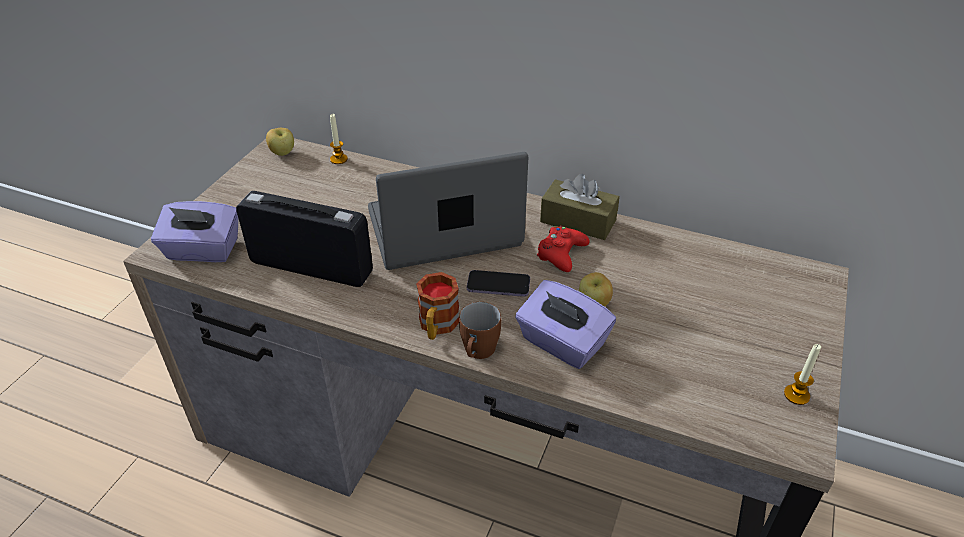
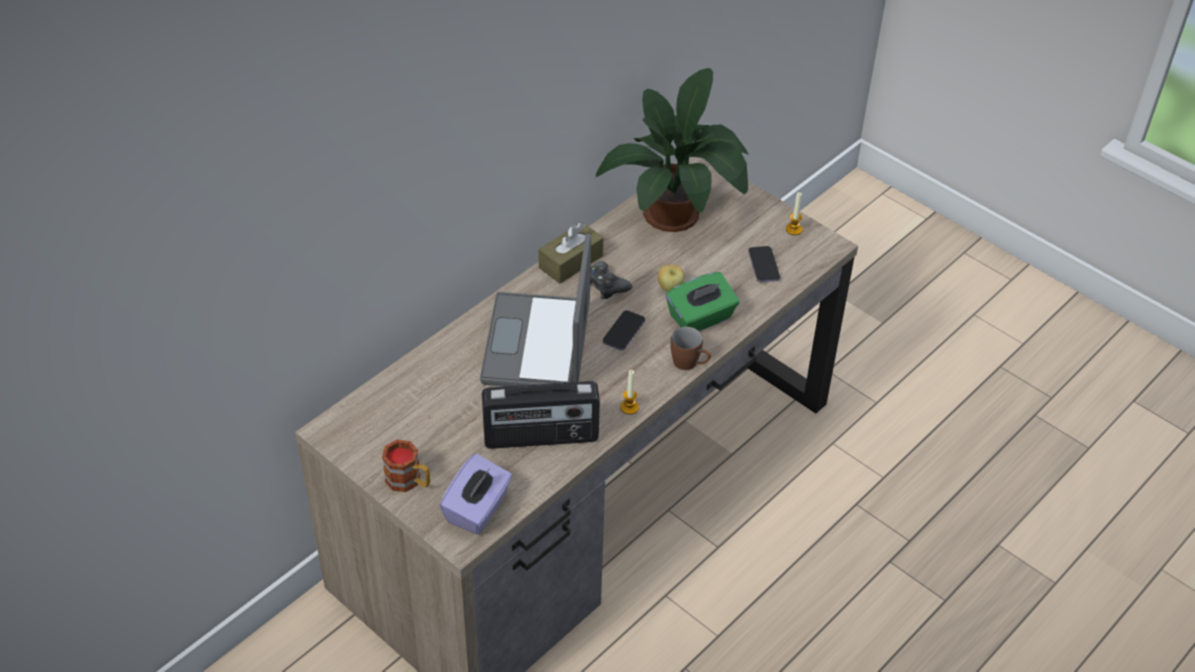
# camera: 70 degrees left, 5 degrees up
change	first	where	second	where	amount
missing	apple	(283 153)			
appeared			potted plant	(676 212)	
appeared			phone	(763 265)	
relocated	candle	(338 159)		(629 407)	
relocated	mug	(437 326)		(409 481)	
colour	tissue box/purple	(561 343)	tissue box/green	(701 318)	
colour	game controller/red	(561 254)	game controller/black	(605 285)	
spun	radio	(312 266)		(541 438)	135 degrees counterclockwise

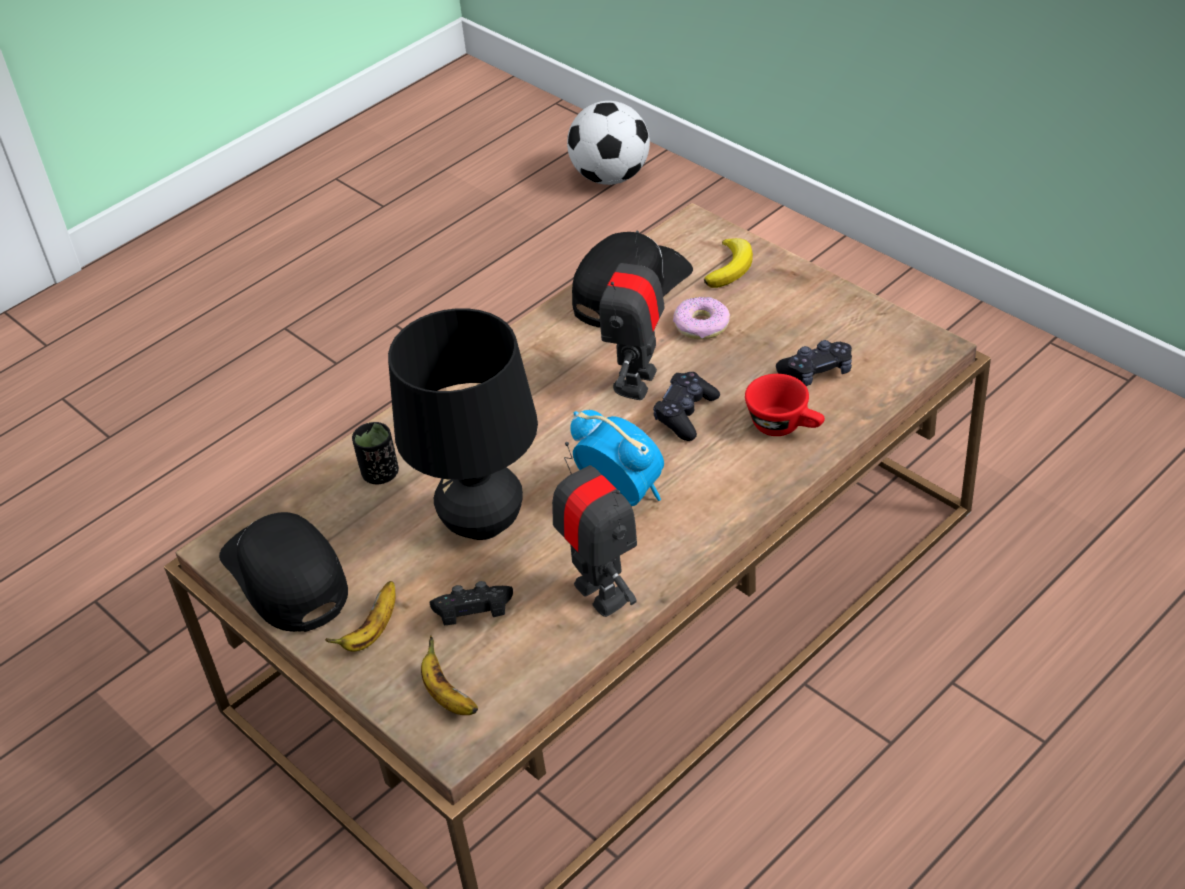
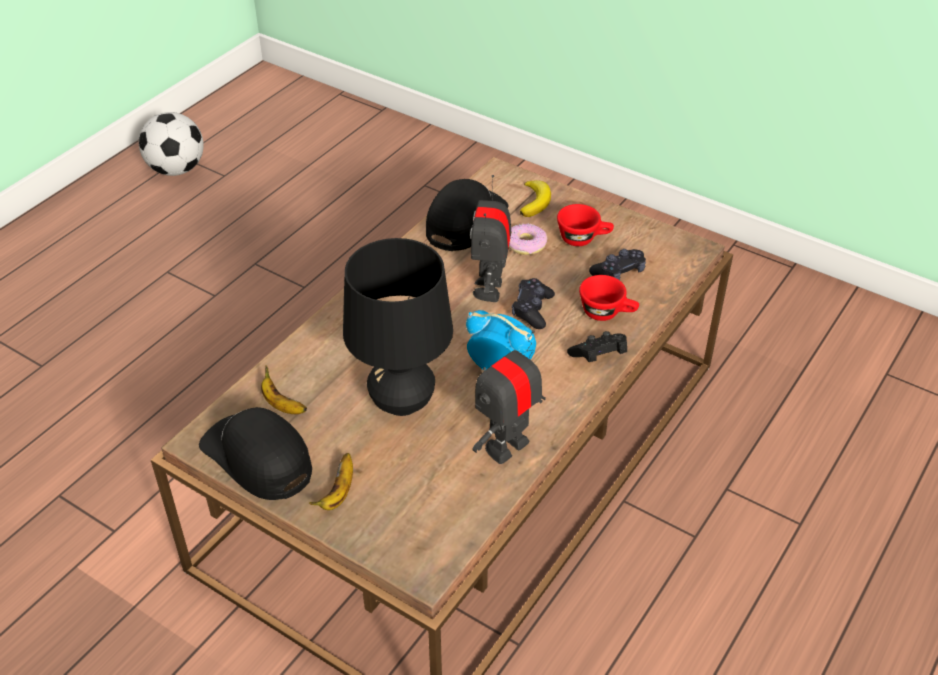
# camera: 15 degrees left, 0 degrees up
change	first	where	second	where	amount
missing	cup/black	(380 474)			
appeared			cup/red	(583 238)	
relocated	banana	(447 696)		(281 405)	
relocated	game controller/black	(474 615)		(599 356)	
relocated	football	(611 177)		(176 169)	
spun	toy robot	(601 593)		(507 446)	90 degrees counterclockwise

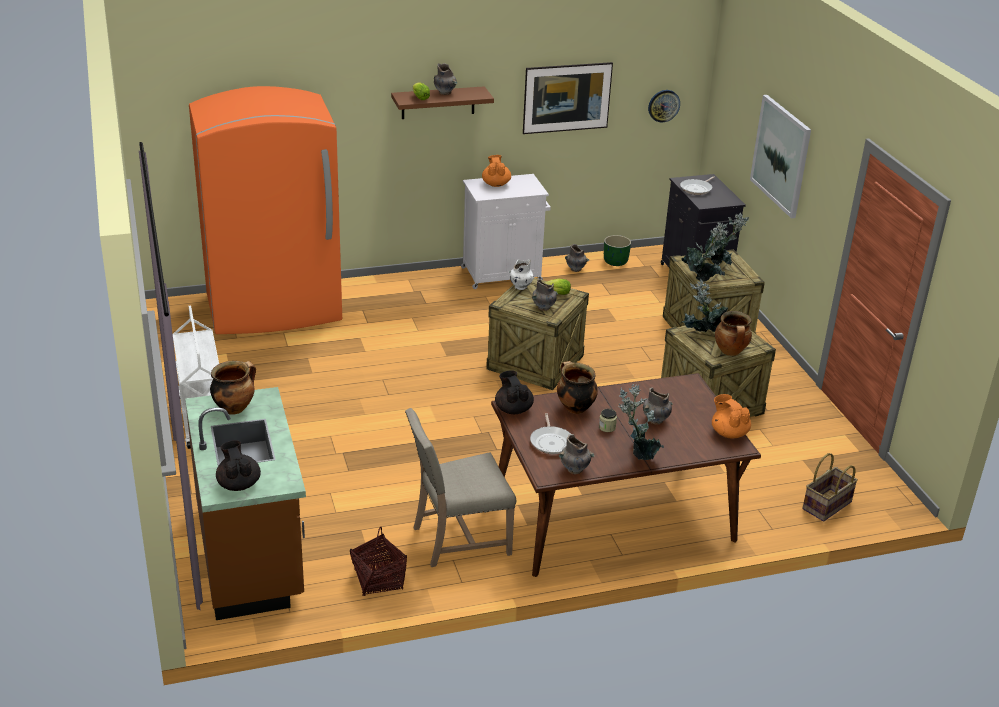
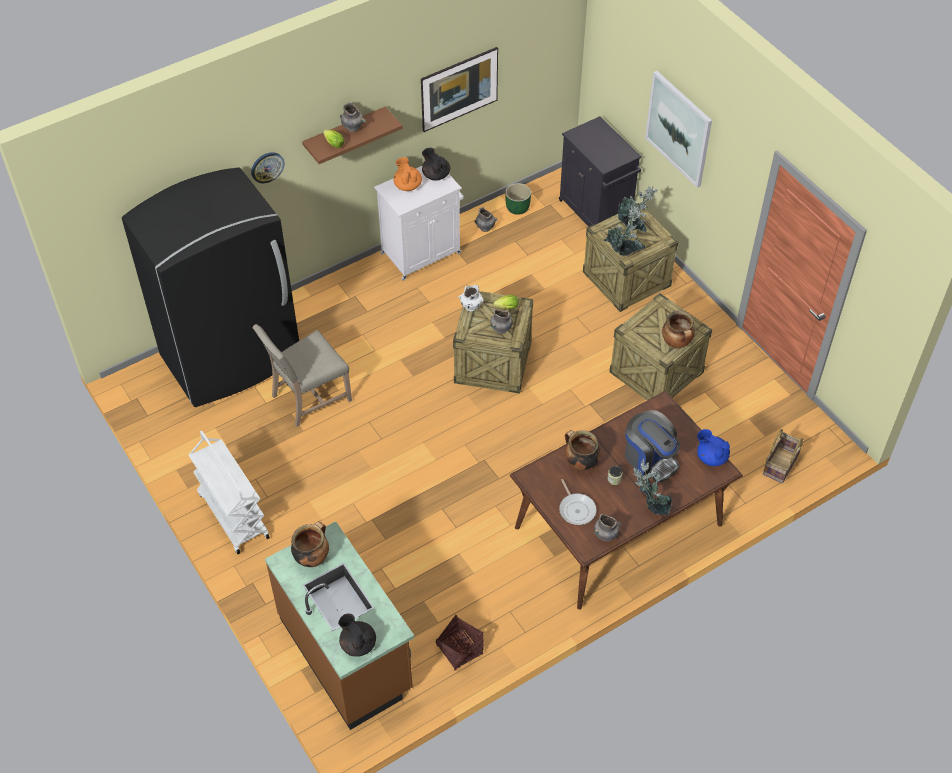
# camera: 15 degrees left, 20 degrees up
change	first	where	second	where	amount
missing	frying pan	(697 189)			
missing	potted plant	(702 334)			
relocated	chair/beige	(458 540)		(308 398)	
relocated	teapot/black	(513 409)		(435 175)	
relocated	wall clock	(663 105)		(267 167)	
exchanged	vase/grey	(656 420)	coffee machine	(650 459)	
colour	fridge/orange	(274 309)	fridge/black	(232 358)	
colour	teapot/orange	(729 433)	teapot/blue	(711 457)	

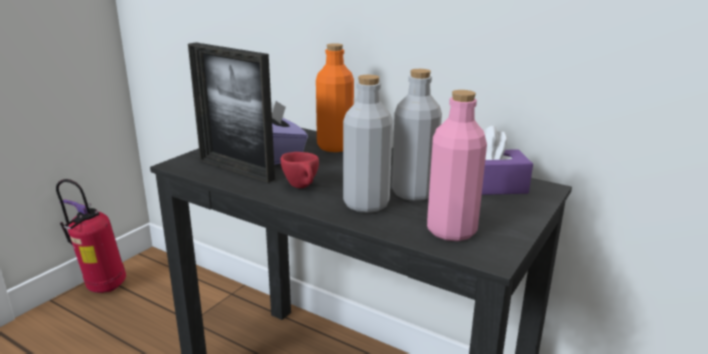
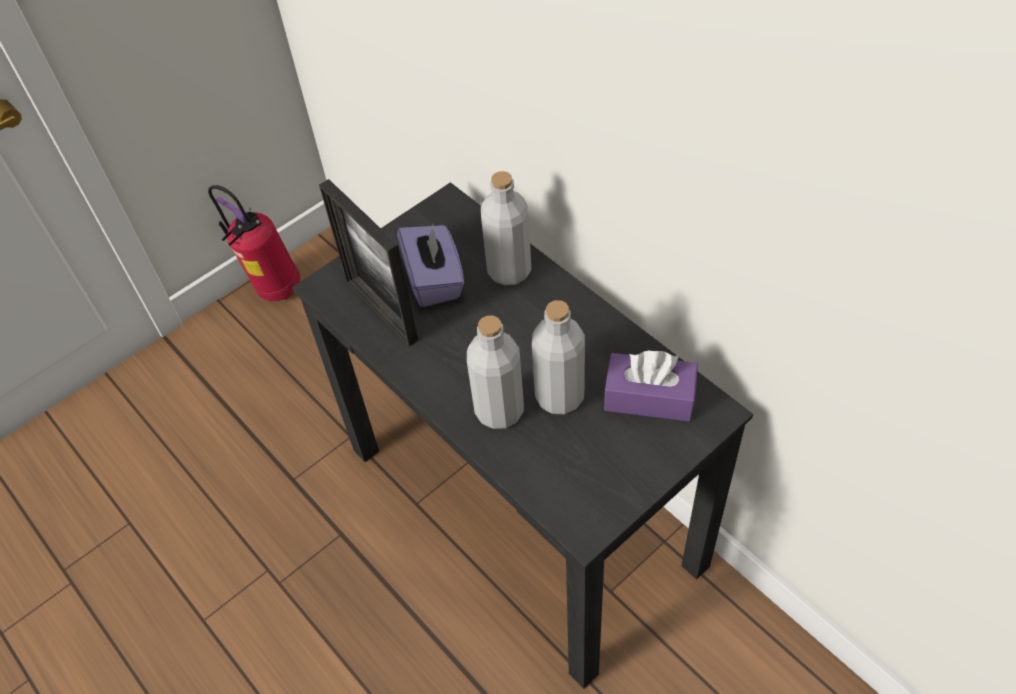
# camera: 20 degrees right, 30 degrees up
change	first	where	second	where	amount
missing	cup/red	(303 187)			
missing	bottle/pink	(451 230)			
colour	bottle/orange	(335 147)	bottle/grey	(509 270)	

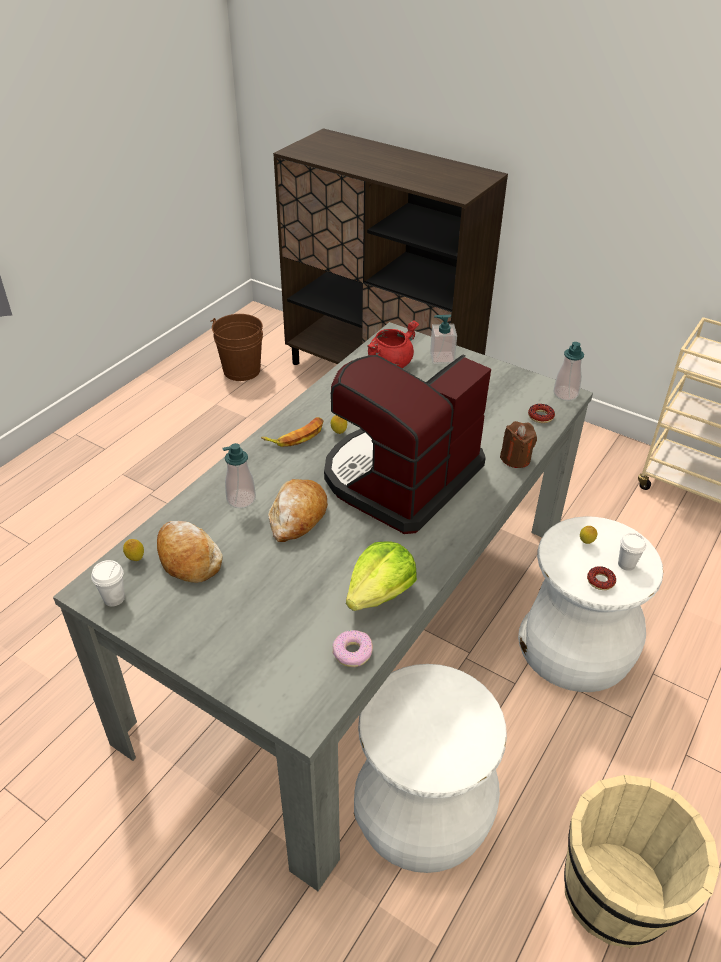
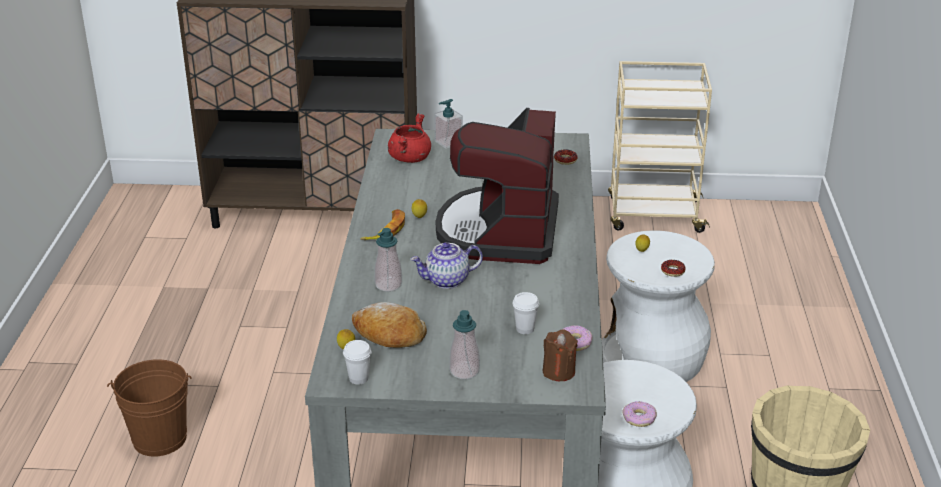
# camera: 30 degrees left, 10 degrees down
change	first	where	second	where	amount
missing	lettuce	(380 593)			
appeared			donut	(639 418)	
relocated	bucket/brown	(241 370)		(159 439)	
relocated	candle/brown	(515 458)		(558 371)	
relocated	soap dispenser	(565 394)		(464 371)	
relocated	cup/white	(626 564)		(525 329)	
exchanged	bread	(297 516)	teapot	(447 281)	

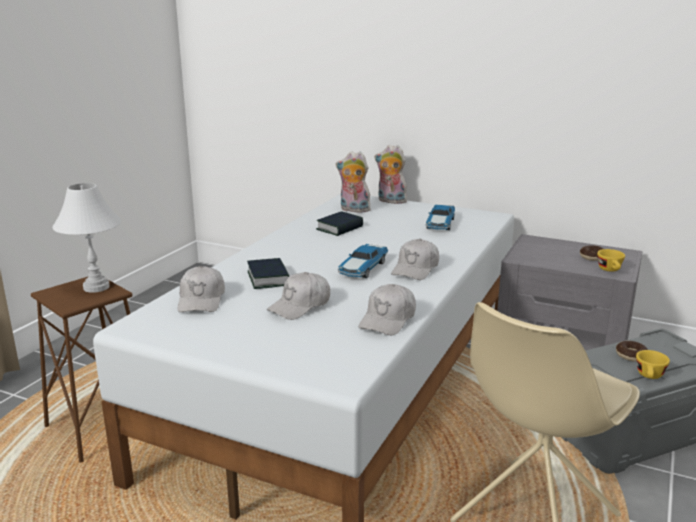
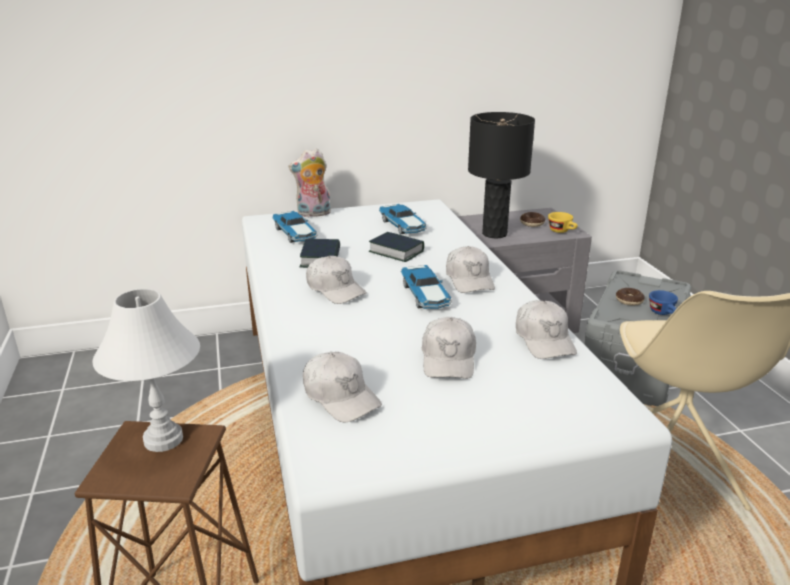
# camera: 40 degrees left, 5 degrees up
change	first	where	second	where	amount
appeared			cap/white	(335 289)	
appeared			table lamp/black	(494 233)	
relocated	book	(268 278)		(396 251)	
exchanged	plush toy	(353 210)	toy car	(295 234)	
colour	cup/yellow	(650 377)	cup/blue	(663 313)	

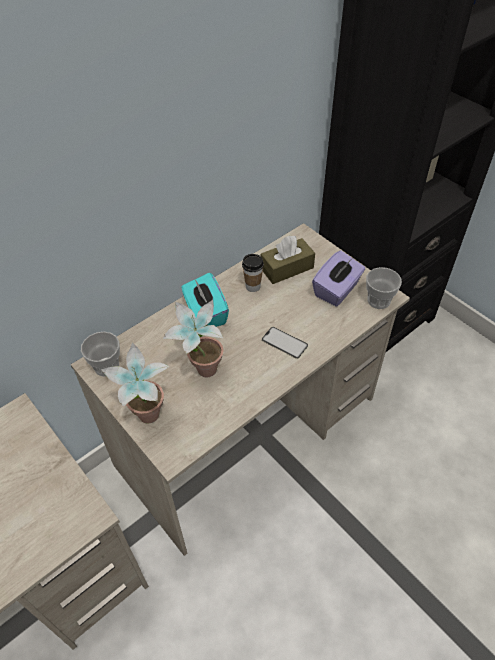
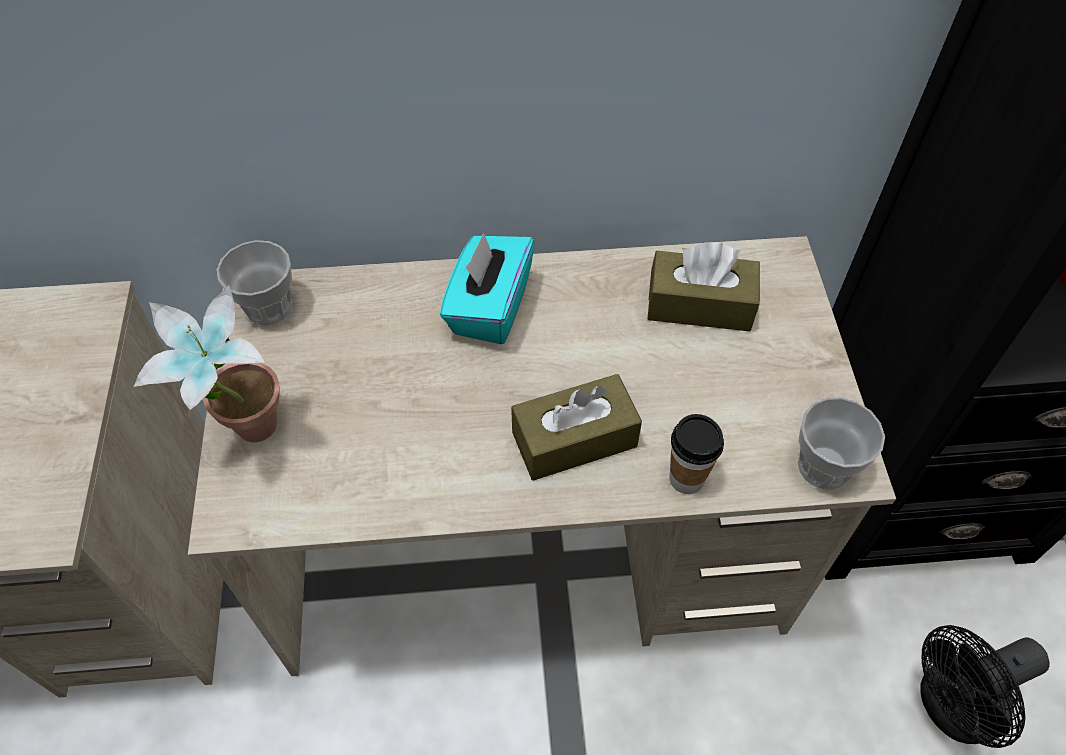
# camera: 35 degrees right, 5 degrees up
change	first	where	second	where	amount
missing	potted plant	(201 374)			
missing	tissue box/purple	(337 290)			
appeared			fan/black	(950 708)	
relocated	cup	(253 286)		(686 478)	
exchanged	phone	(284 342)	tissue box/brown	(574 439)	

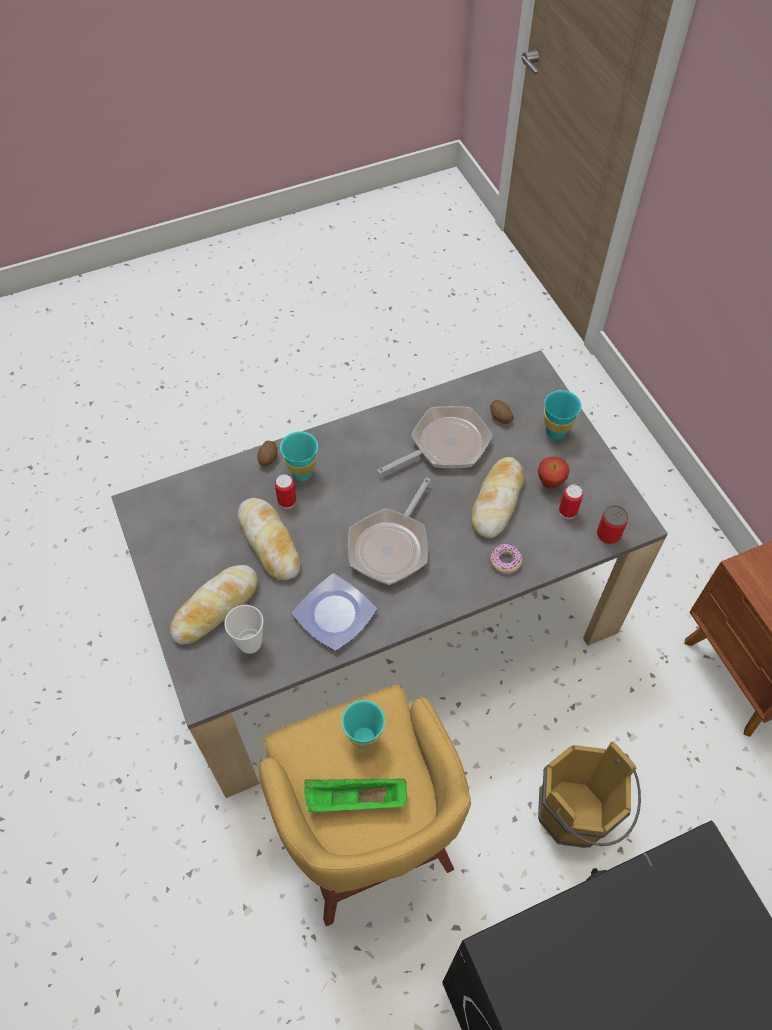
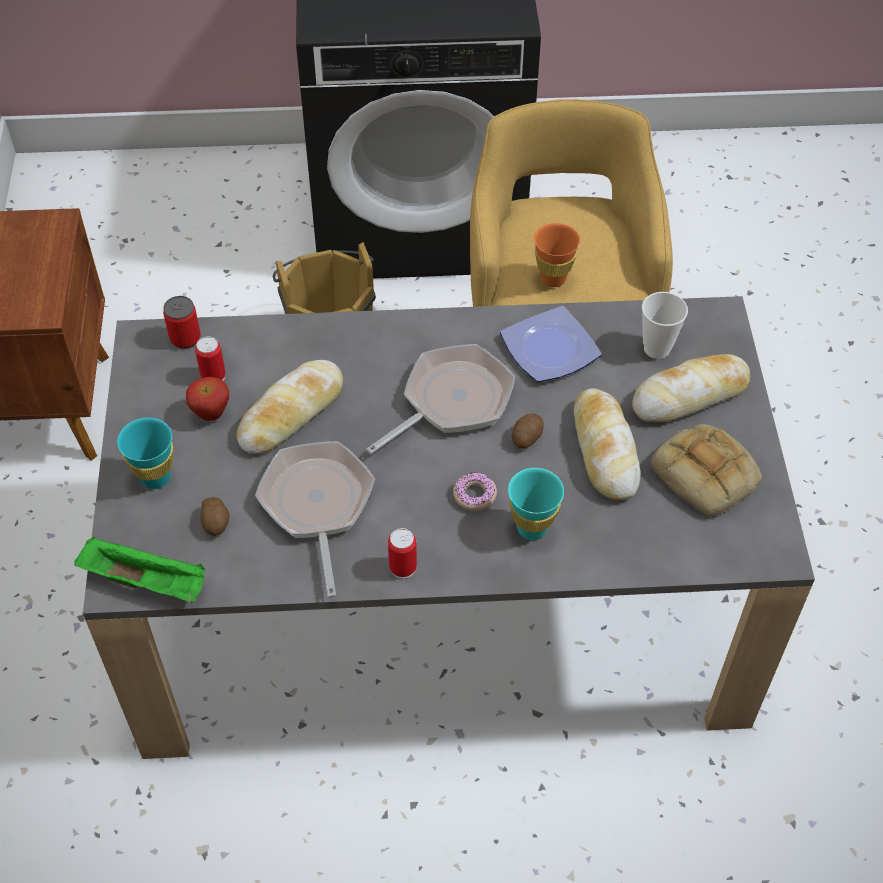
# camera: 160 degrees left, 5 degrees down
change	first	where	second	where	amount
appeared			bread	(707 475)	
relocated	potato	(268 458)		(526 437)	
relocated	can	(287 501)		(403 567)	
relocated	tray/green	(354 799)		(147 581)	
relocated	donut	(505 561)		(474 495)	
colour	cup/turquoise	(364 738)	cup/orange	(553 278)	
spun	frying pan	(444 445)		(317 506)	90 degrees clockwise

